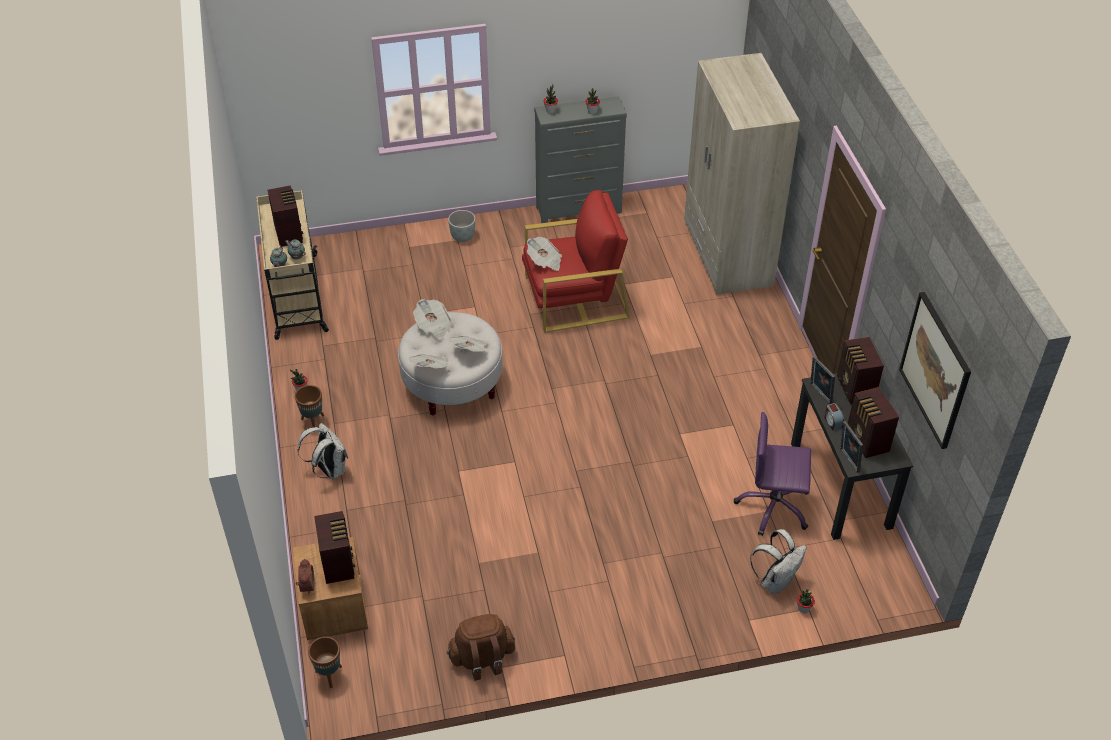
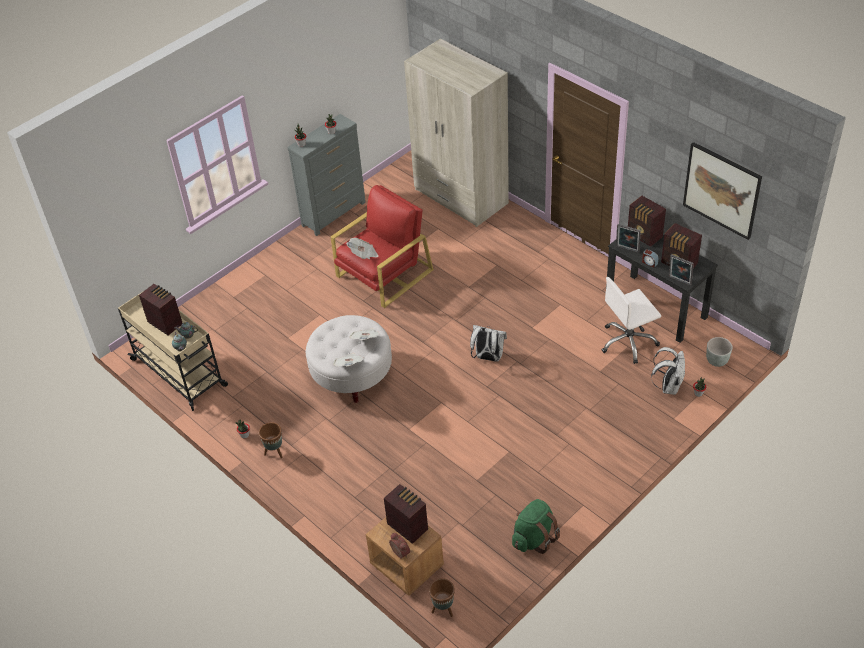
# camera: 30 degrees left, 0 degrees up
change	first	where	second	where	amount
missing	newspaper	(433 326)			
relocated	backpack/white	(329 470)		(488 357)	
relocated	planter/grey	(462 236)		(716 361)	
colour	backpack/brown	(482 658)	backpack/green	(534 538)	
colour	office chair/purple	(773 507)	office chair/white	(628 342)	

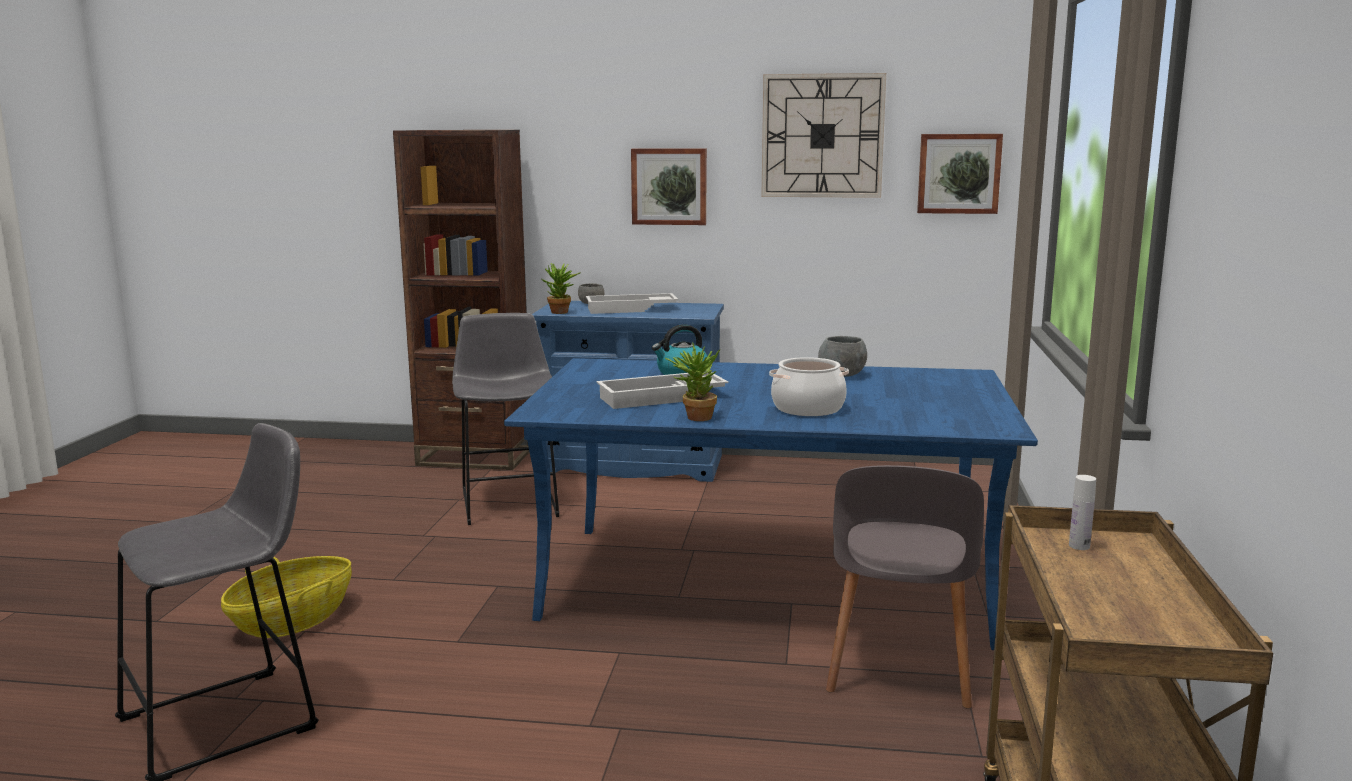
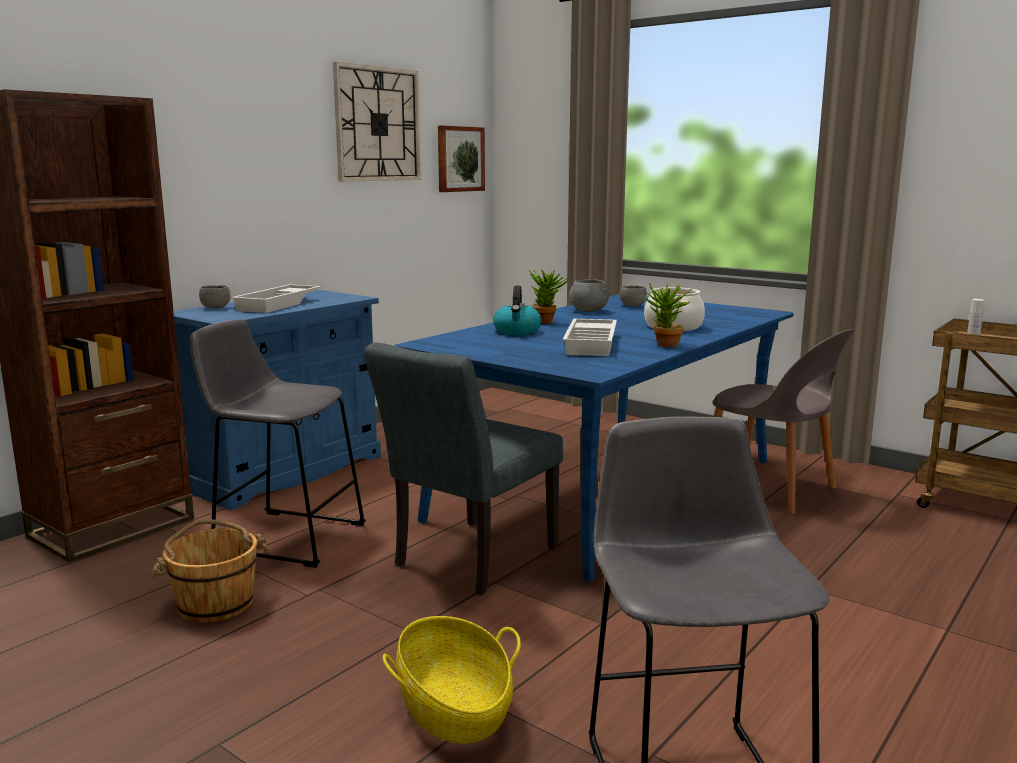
# camera: 60 degrees left, 0 degrees up
change	first	where	second	where	amount
missing	picture	(669 186)			
appeared			bucket/brown	(215 603)	
appeared			chair/grey	(468 561)	
appeared			bowl/grey	(632 306)	
relocated	potted plant	(561 313)		(547 322)	

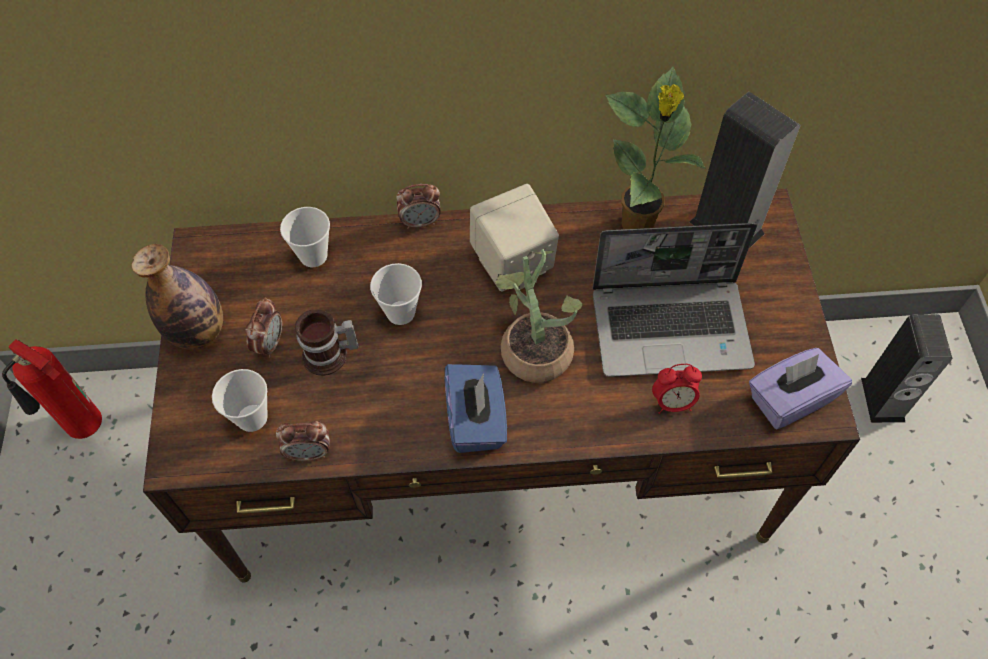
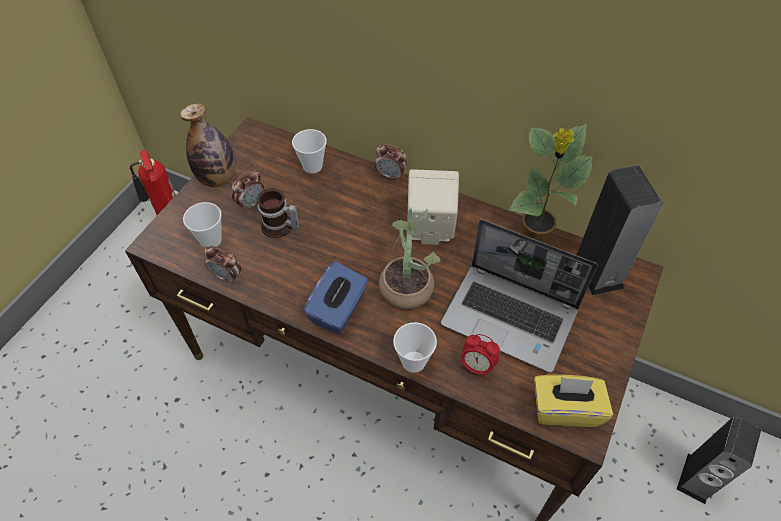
# camera: 30 degrees right, 5 degrees down
change	first	where	second	where	amount
relocated	cup	(400 312)		(413 361)	
colour	tissue box/purple	(789 399)	tissue box/yellow	(565 409)	

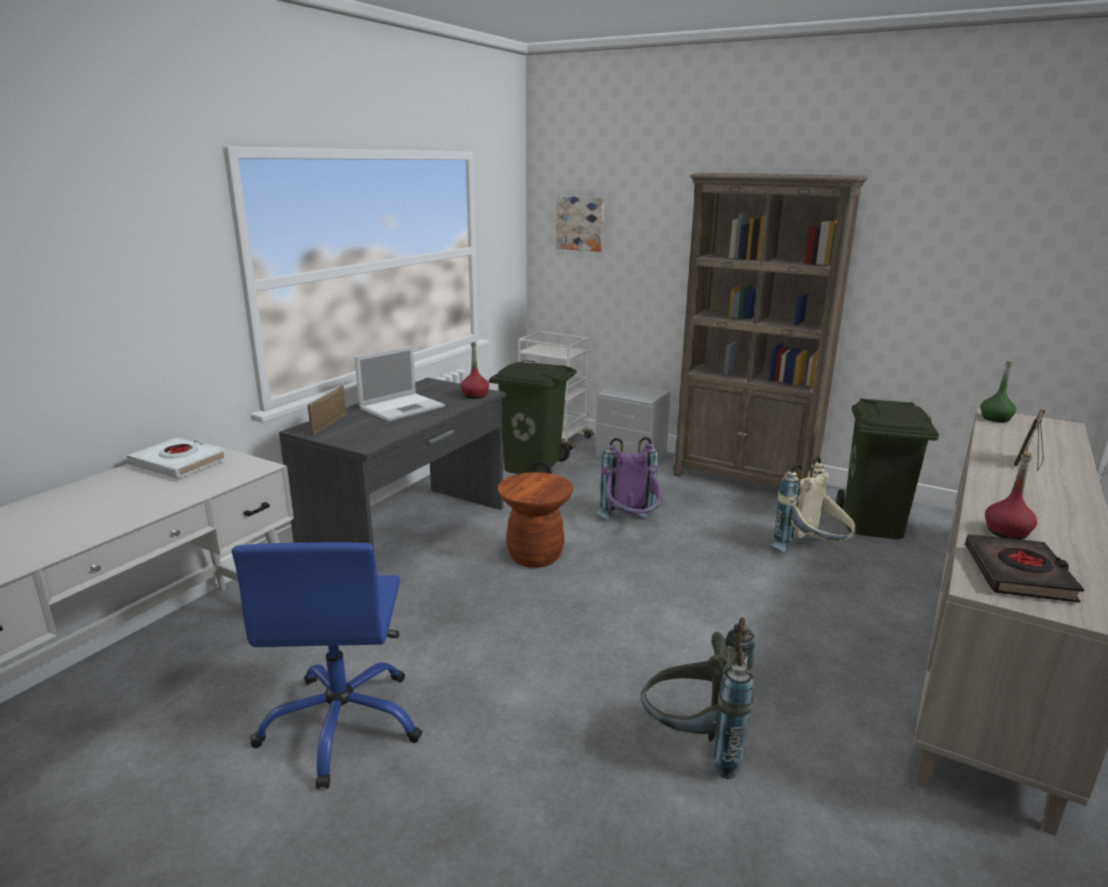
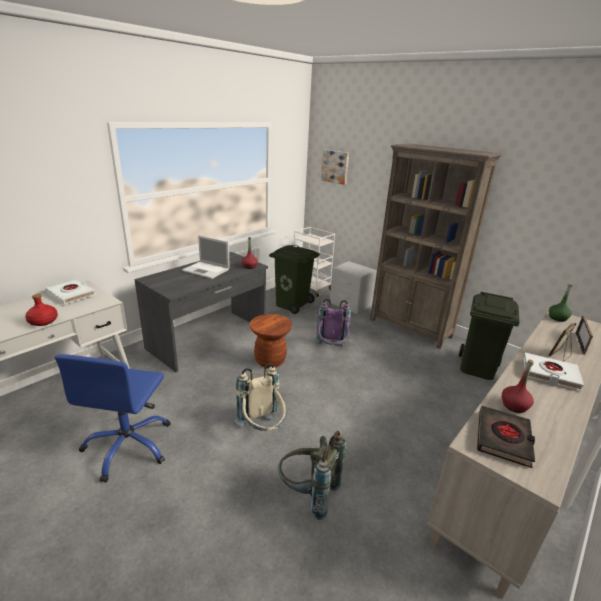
# camera: 10 degrees right, 5 degrees up
change	first	where	second	where	amount
appeared			bottle/red	(43 321)	
appeared			book/white	(550 374)	
relocated	picture frame	(329 424)		(580 343)	
relocated	backpack/beige	(812 553)		(262 430)	
spun	laptop	(403 407)		(206 270)	60 degrees clockwise

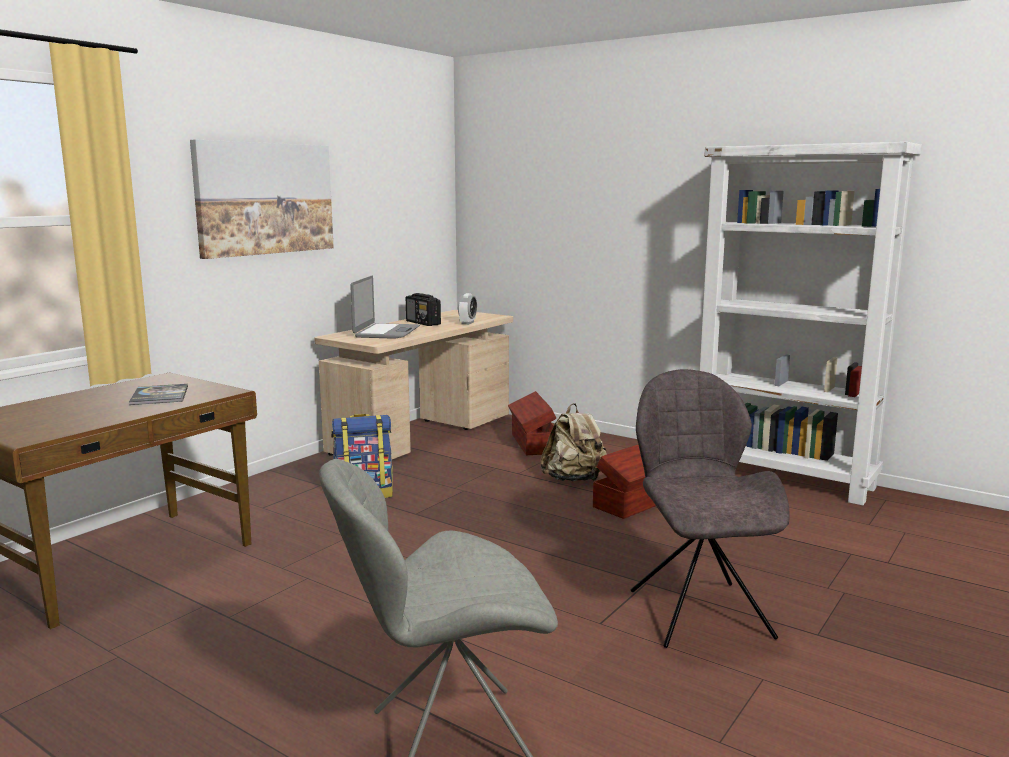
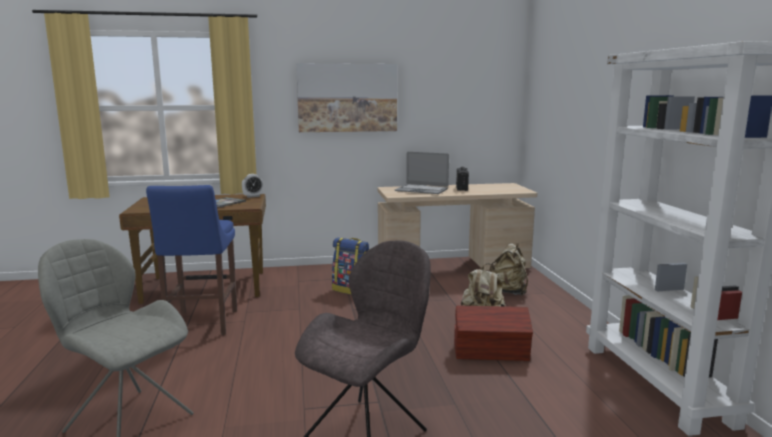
# camera: 45 degrees right, 0 degrees up
change	first	where	second	where	amount
appeared			stool/blue	(201 324)	
relocated	alarm clock	(467 323)		(253 196)	
exchanged	storage box/brown	(533 444)	backpack/beige	(508 292)	
spun	laptop	(386 332)		(421 190)	60 degrees clockwise

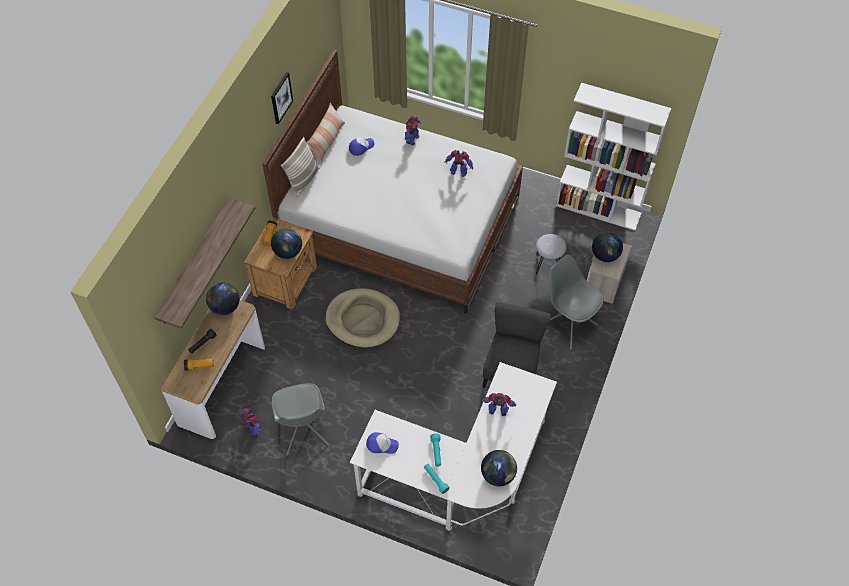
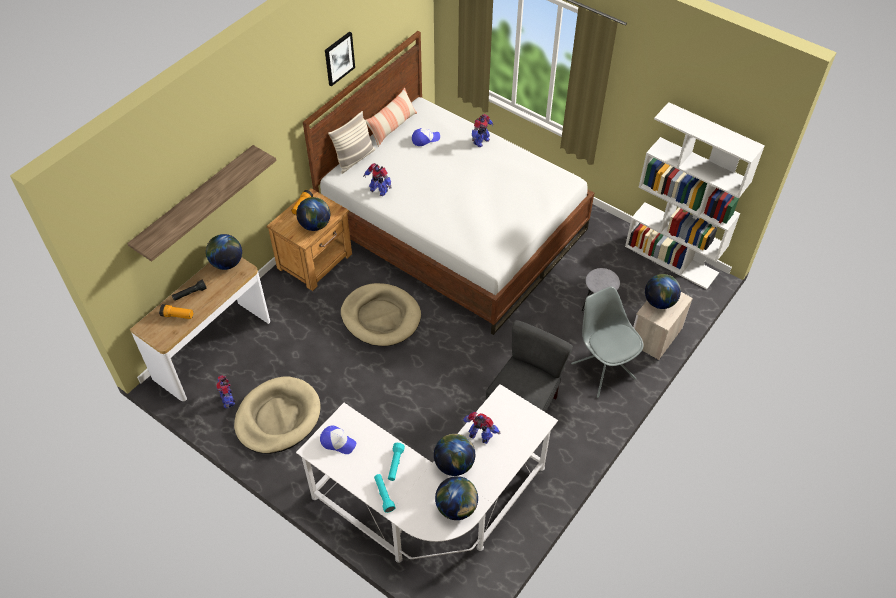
# camera: 15 degrees right, 5 degrees down
change	first	where	second	where	amount
appeared			globe	(454 464)	
relocated	toy robot	(458 171)		(379 190)	
exchanged	chair/grey	(303 432)	dog bed/beige	(278 417)	

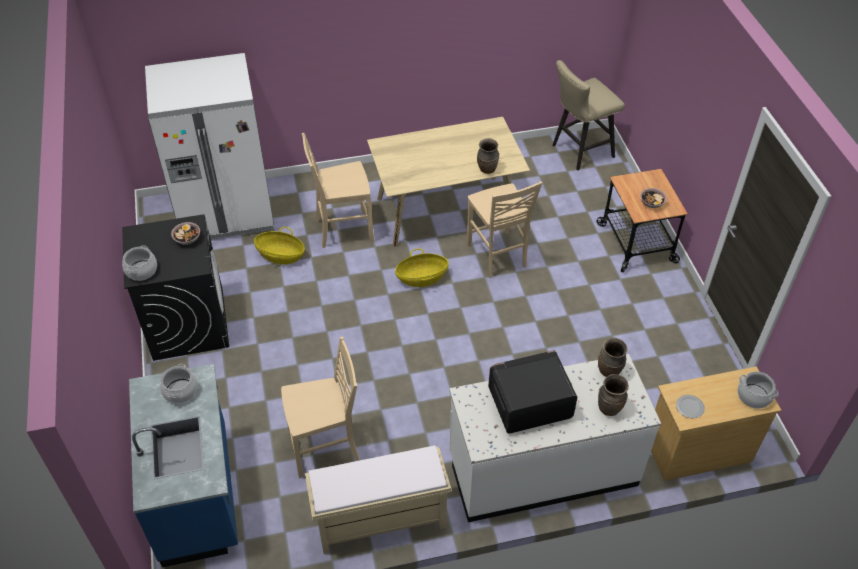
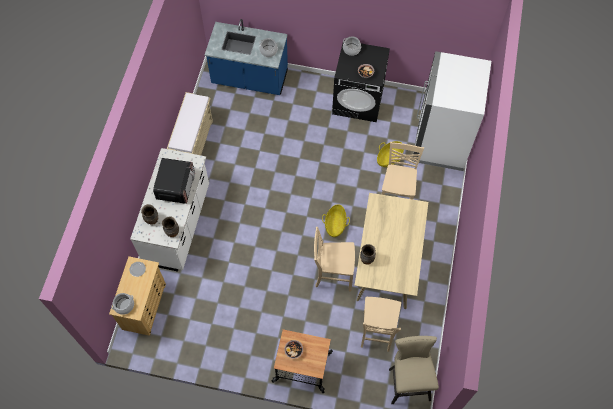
# camera: 115 degrees right, 15 degrees up
change	first	where	second	where	amount
relocated	chair/beige	(326 448)		(376 332)	

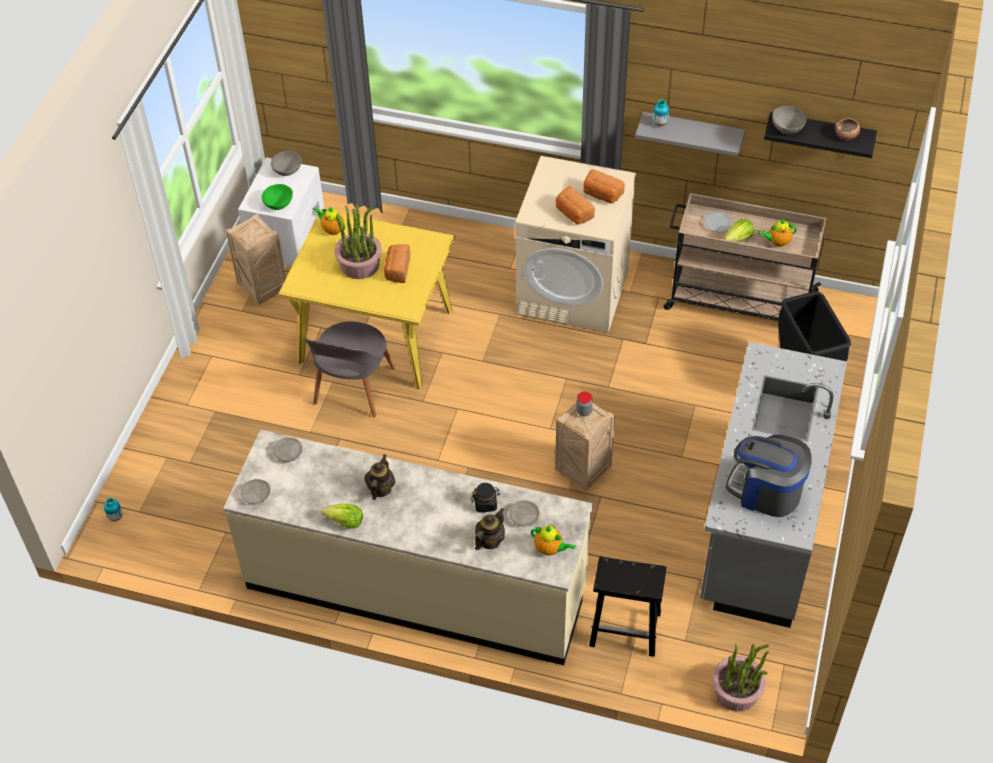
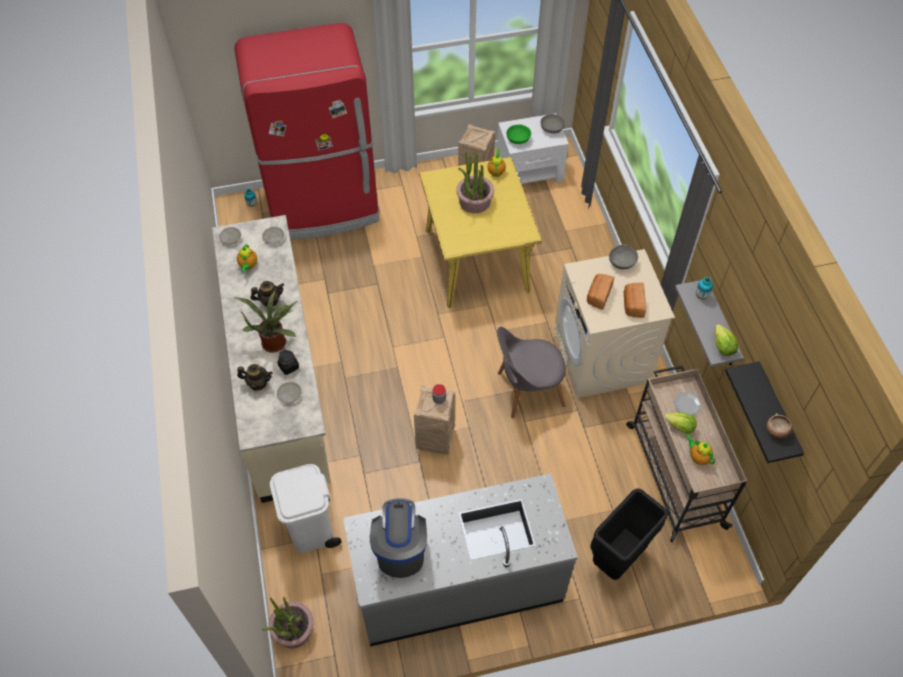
# camera: 60 degrees right, 5 degrees up
change	first	where	second	where	amount
missing	bread	(397 270)			
appeared			potted plant	(275 341)	
appeared			fridge/red	(323 206)	
relocated	chair/grey	(353 388)		(527 390)	
relocated	lettuce	(345 522)		(722 346)	
relocated	teapot	(550 549)		(248 266)	
relocated	bowl/grey	(787 129)		(621 263)	
exchanged	stool/black	(626 629)	trash can/white	(311 530)	

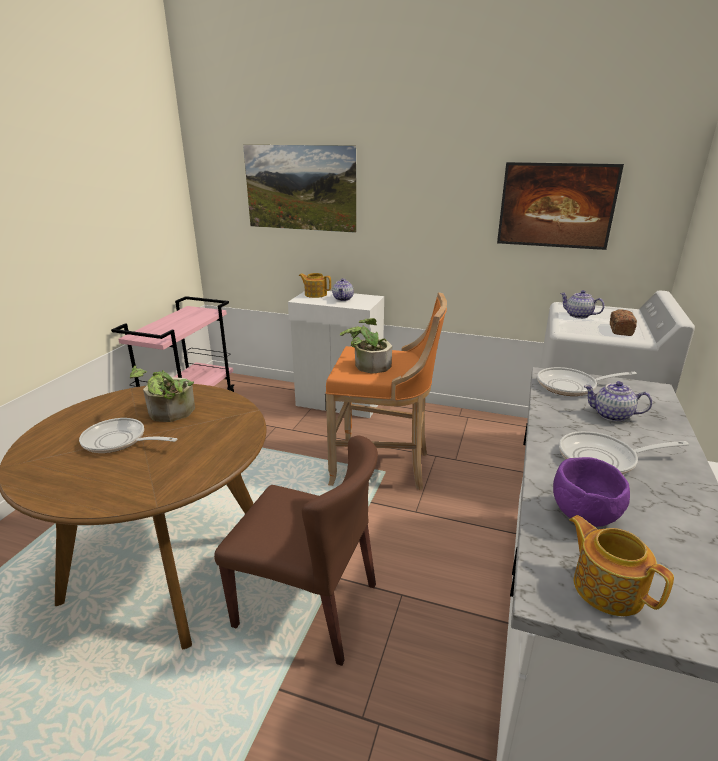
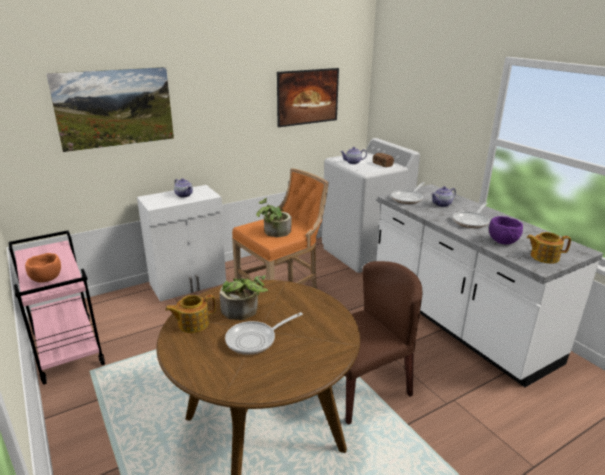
# camera: 50 degrees left, 0 degrees up
change	first	where	second	where	amount
appeared			bowl/orange	(47 279)	
relocated	teapot	(315 294)		(192 323)	

